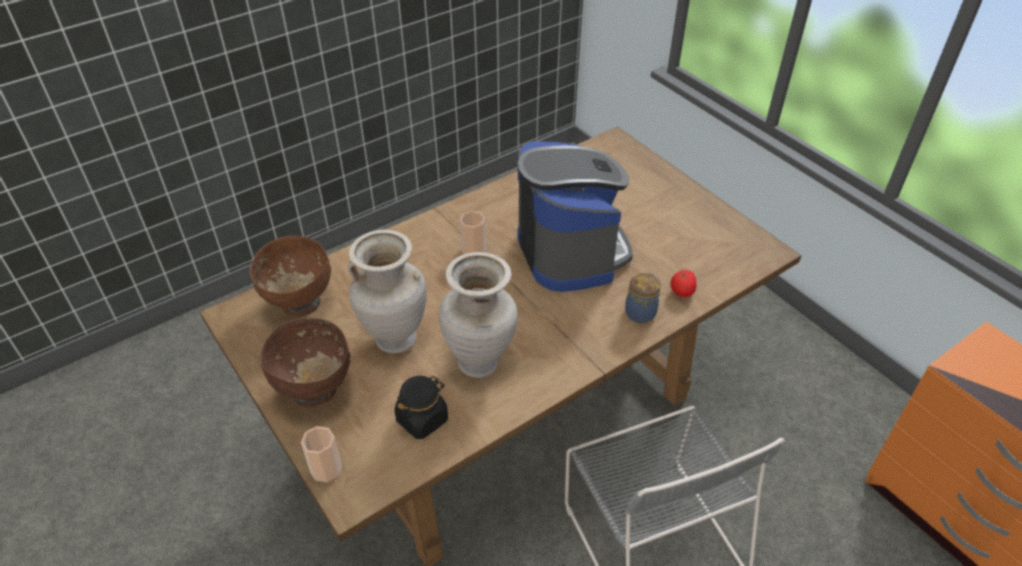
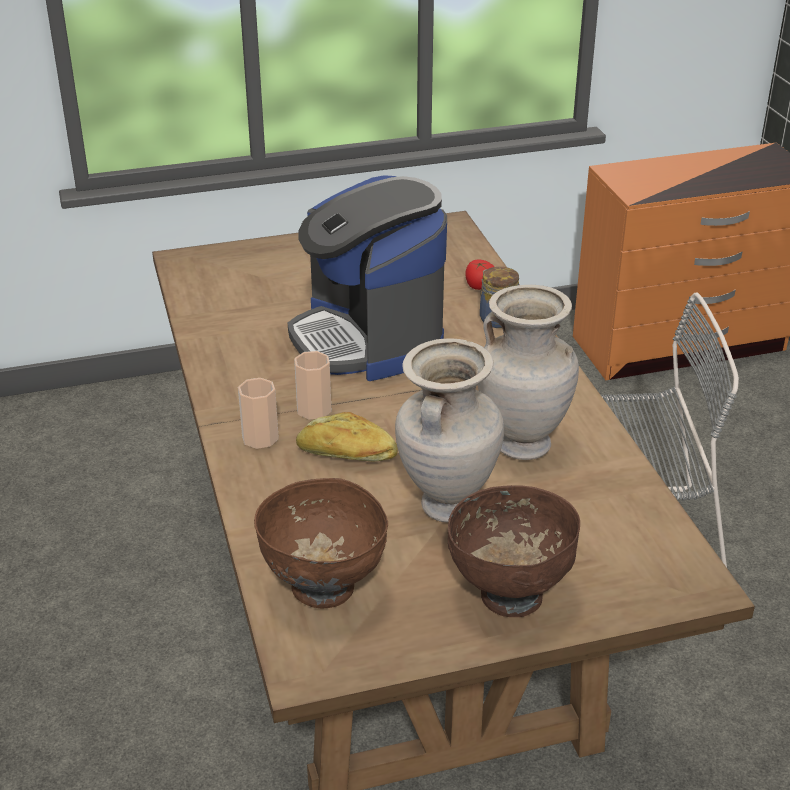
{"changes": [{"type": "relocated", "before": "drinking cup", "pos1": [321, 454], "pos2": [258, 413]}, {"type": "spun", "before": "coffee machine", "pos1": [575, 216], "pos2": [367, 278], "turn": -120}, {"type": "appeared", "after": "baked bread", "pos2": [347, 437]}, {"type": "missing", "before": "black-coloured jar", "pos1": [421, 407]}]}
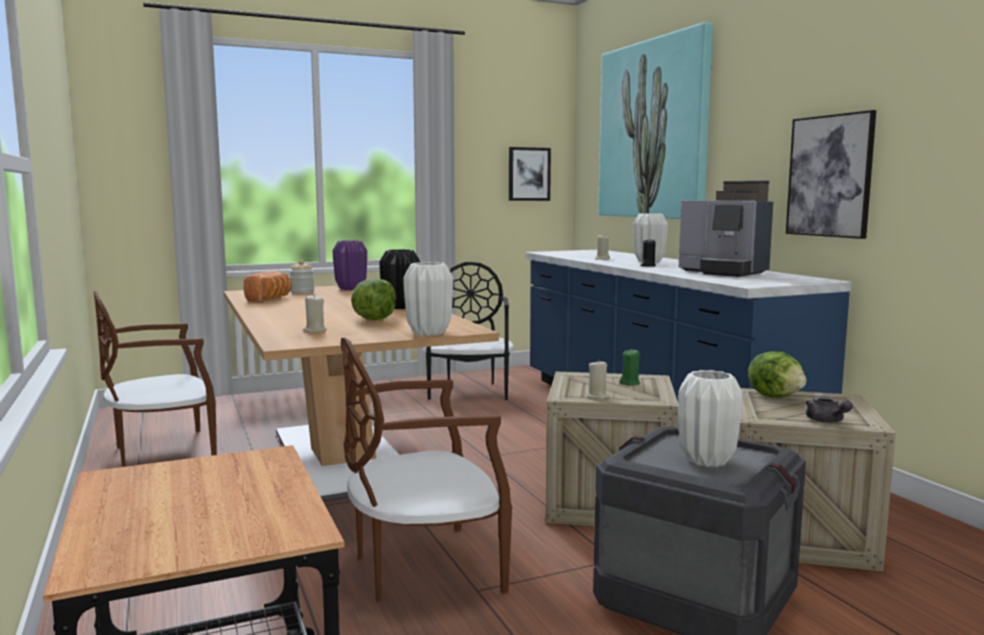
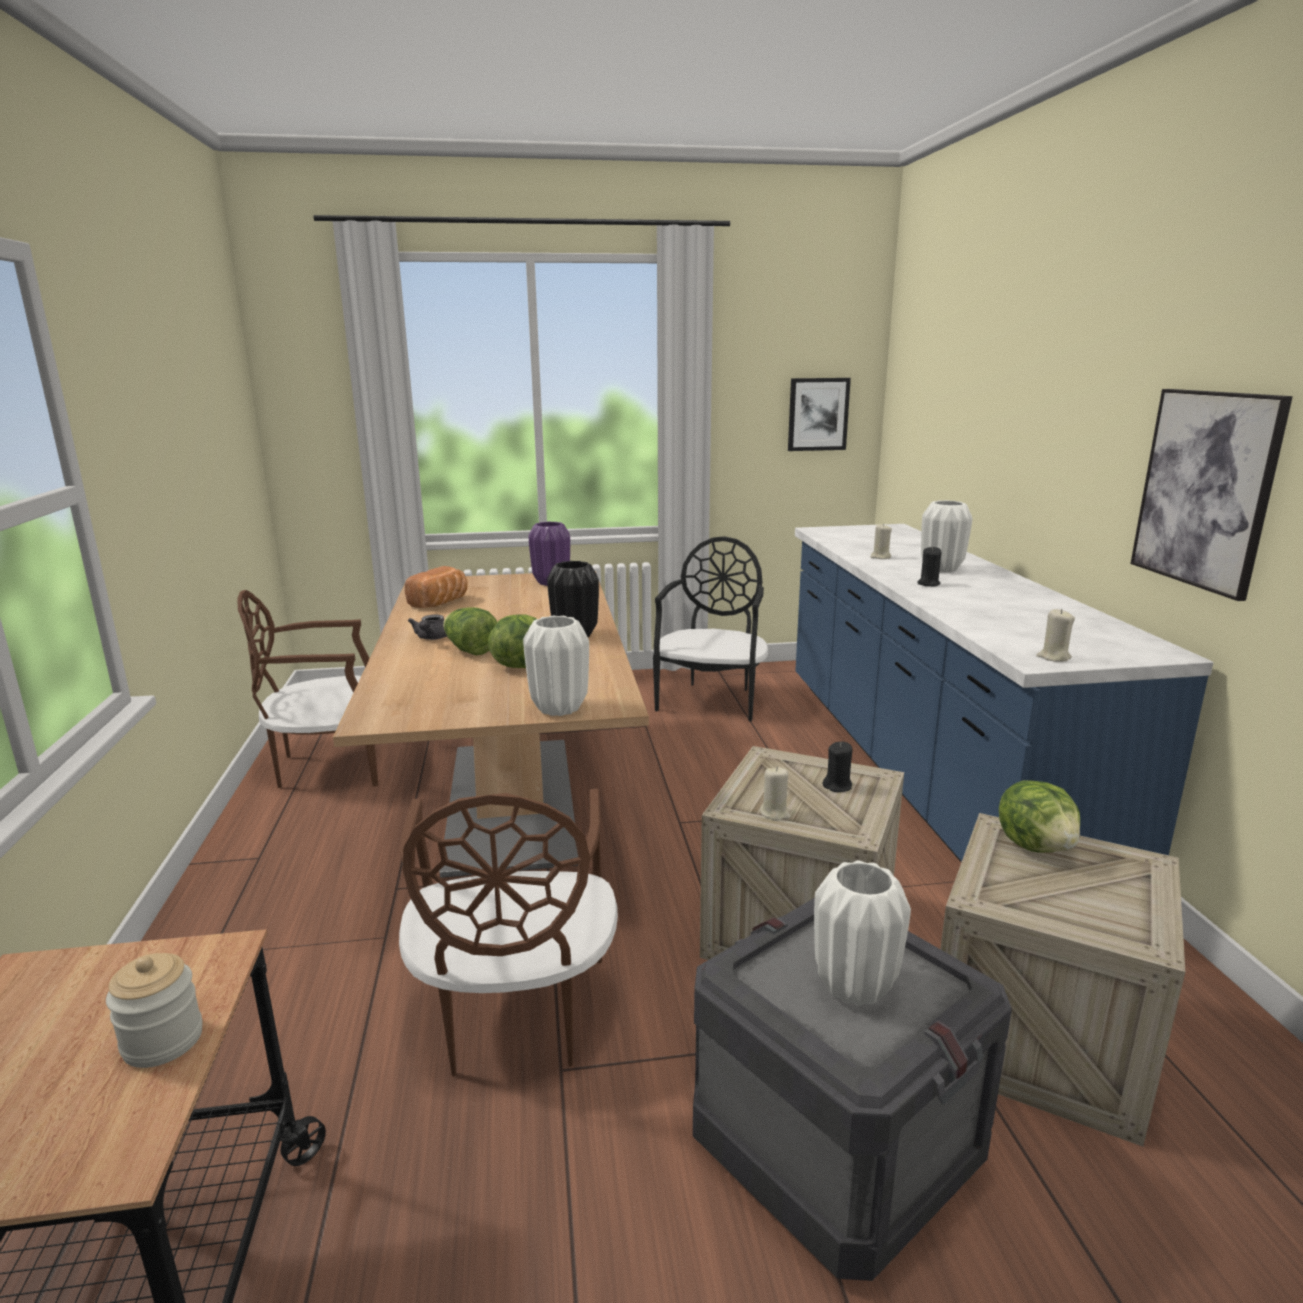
{"changes": [{"type": "relocated", "before": "jar", "pos1": [301, 276], "pos2": [154, 1010]}, {"type": "spun", "before": "brown-coloured upright chair", "pos1": [426, 470], "pos2": [508, 933], "turn": -90}, {"type": "relocated", "before": "grey pot for tea", "pos1": [829, 409], "pos2": [427, 627]}, {"type": "appeared", "after": "lettuce head", "pos2": [470, 631]}, {"type": "colour", "before": "greenish wax candle", "after": "black-coloured wax candle", "pos1": [629, 367], "pos2": [837, 766]}, {"type": "relocated", "before": "sand-coloured wax candle", "pos1": [315, 314], "pos2": [1055, 635]}, {"type": "missing", "before": "picture", "pos1": [655, 120]}, {"type": "missing", "before": "coffee machine", "pos1": [726, 229]}]}
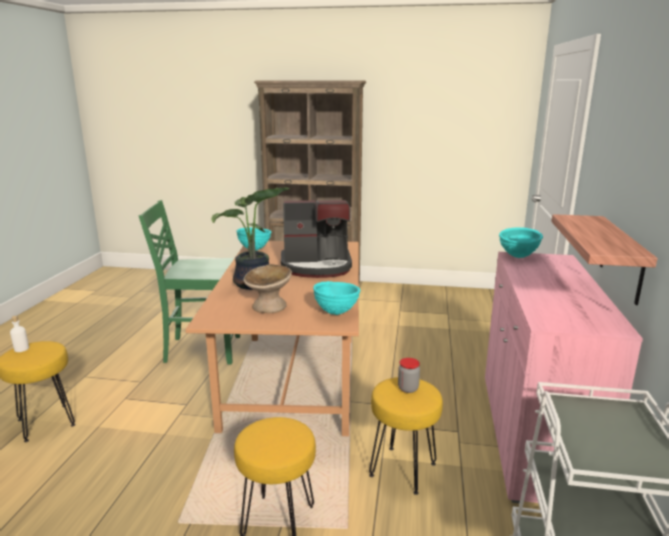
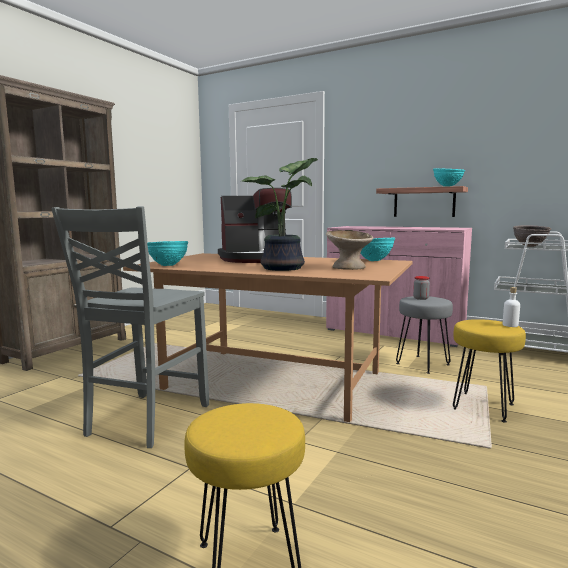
{"changes": [{"type": "colour", "before": "greenish upright chair", "after": "grey upright chair", "pos1": [189, 282], "pos2": [130, 327]}, {"type": "spun", "before": "coffee machine", "pos1": [316, 239], "pos2": [255, 225], "turn": 60}, {"type": "colour", "before": "yellowish stool", "after": "grey stool", "pos1": [406, 436], "pos2": [424, 335]}, {"type": "relocated", "before": "blue-green deep dish", "pos1": [521, 242], "pos2": [449, 177]}, {"type": "relocated", "before": "white beverage bottle", "pos1": [19, 334], "pos2": [511, 307]}, {"type": "appeared", "after": "brown-coloured deep dish", "pos2": [532, 236]}]}
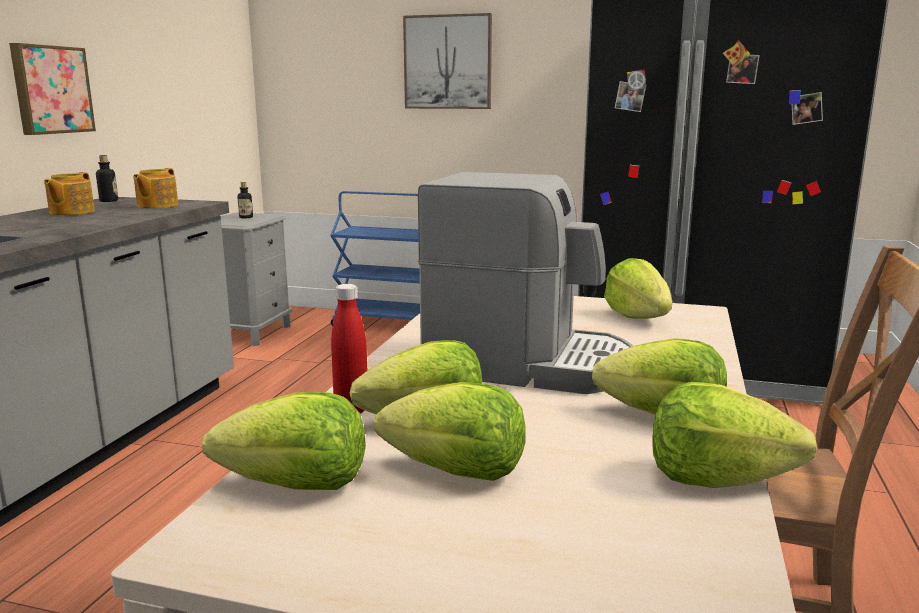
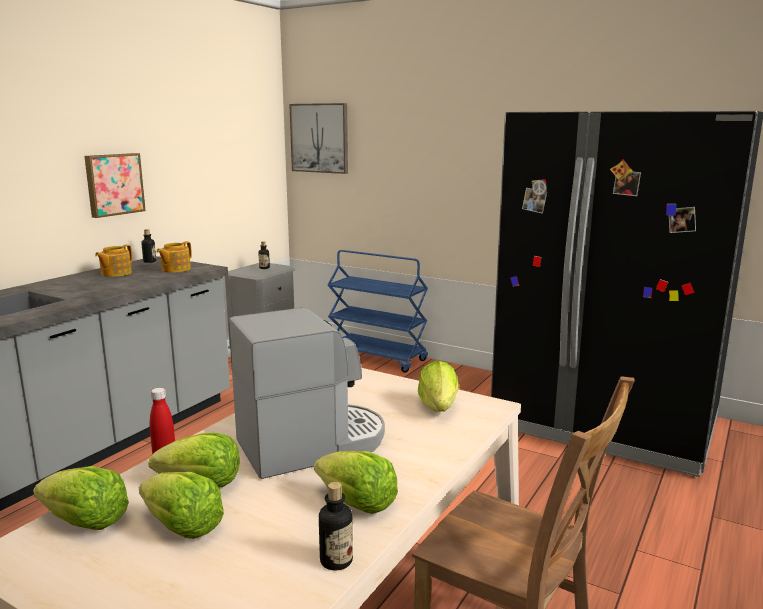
{"changes": [{"type": "spun", "before": "coffee machine", "pos1": [525, 283], "pos2": [307, 393], "turn": -60}, {"type": "relocated", "before": "picture", "pos1": [447, 61], "pos2": [318, 138]}, {"type": "exchanged", "before": "lettuce head", "after": "beverage bottle", "pos1": [734, 435], "pos2": [336, 526]}]}
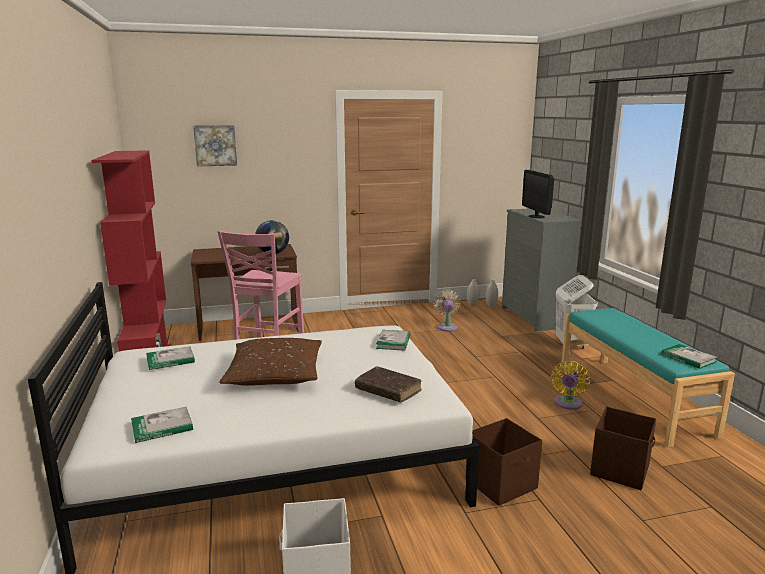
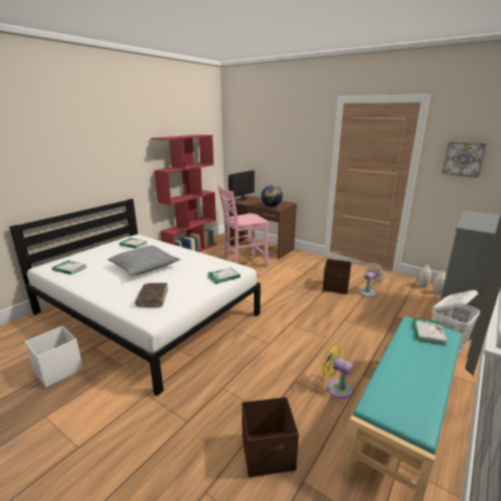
{"changes": [{"type": "colour", "before": "brown-coloured pillow", "after": "grey pillow", "pos1": [271, 362], "pos2": [143, 260]}, {"type": "relocated", "before": "monitor", "pos1": [538, 194], "pos2": [241, 185]}, {"type": "spun", "before": "yellowish cooling fan", "pos1": [570, 385], "pos2": [337, 371], "turn": 60}, {"type": "relocated", "before": "brown-coloured storage container", "pos1": [504, 462], "pos2": [337, 276]}, {"type": "relocated", "before": "book", "pos1": [689, 356], "pos2": [430, 332]}, {"type": "relocated", "before": "picture", "pos1": [215, 145], "pos2": [464, 159]}]}
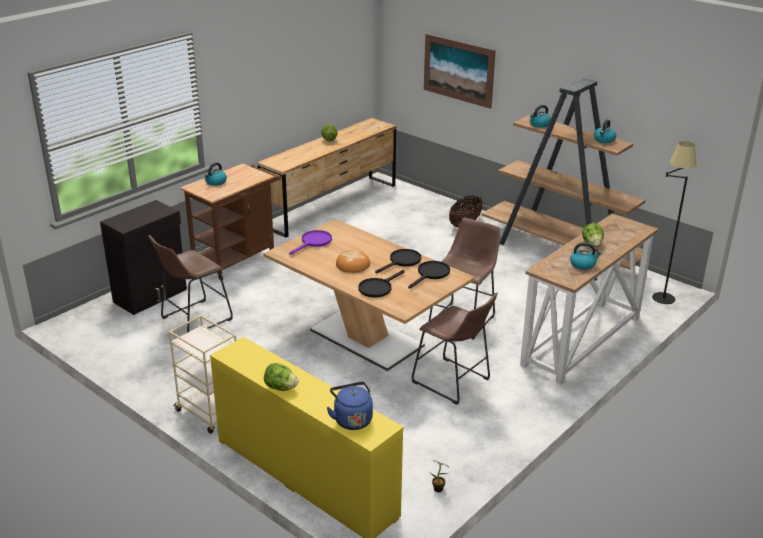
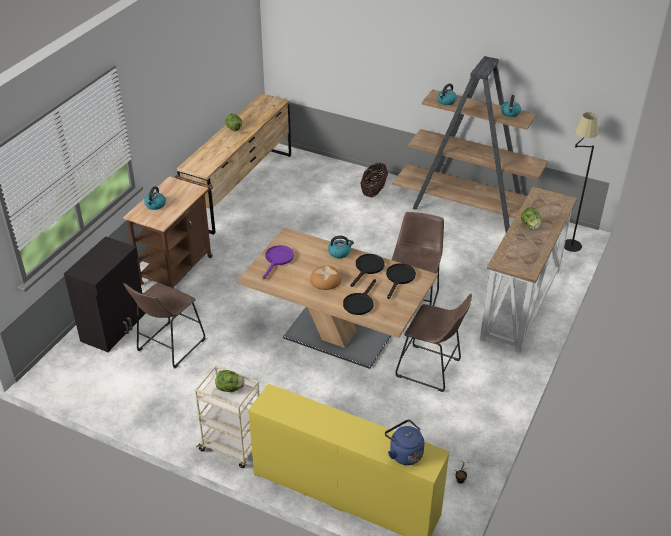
{"changes": [{"type": "relocated", "before": "lettuce head", "pos1": [281, 377], "pos2": [230, 381]}, {"type": "relocated", "before": "kettle", "pos1": [586, 256], "pos2": [341, 247]}, {"type": "missing", "before": "picture", "pos1": [460, 71]}]}
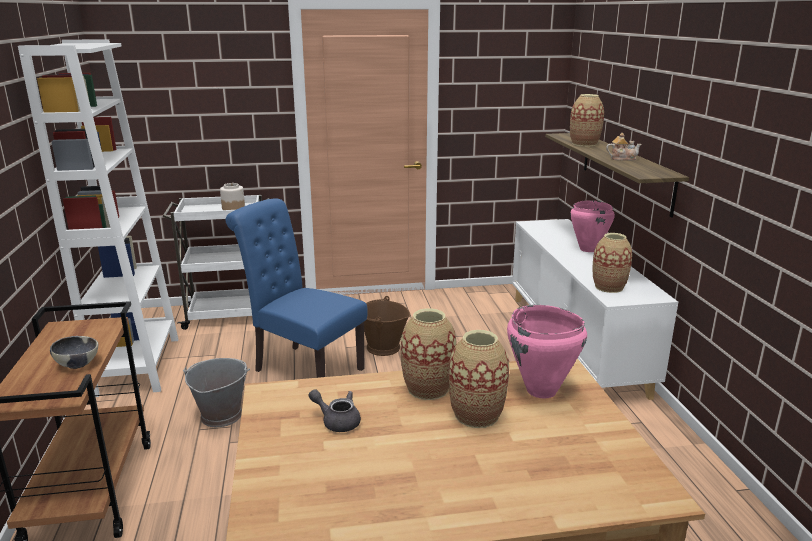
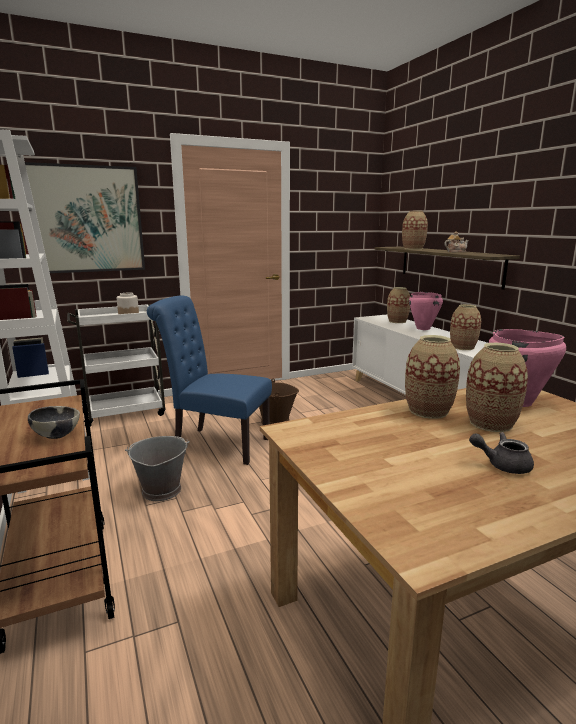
{"changes": [{"type": "appeared", "after": "picture", "pos2": [85, 217]}, {"type": "appeared", "after": "vase", "pos2": [398, 305]}, {"type": "relocated", "before": "grey pot for tea", "pos1": [334, 410], "pos2": [501, 453]}]}
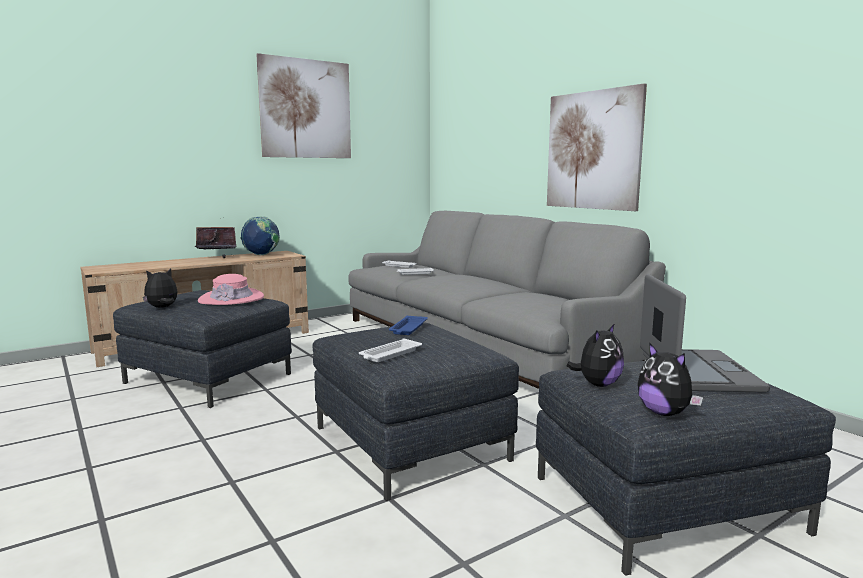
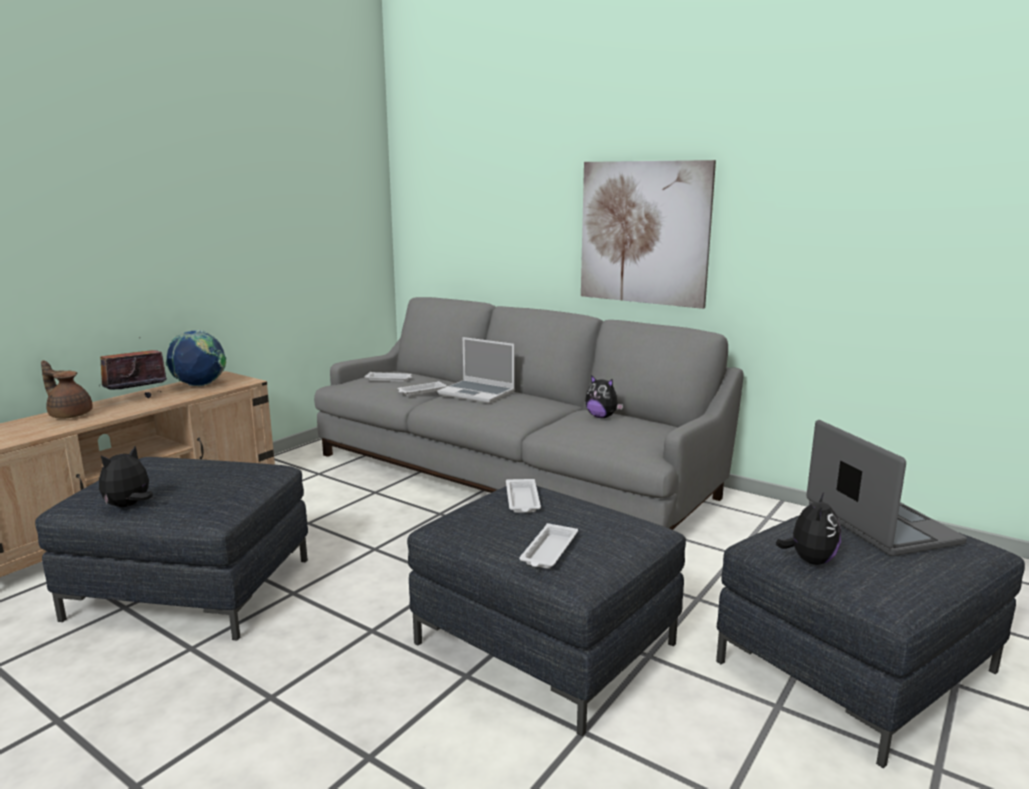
{"changes": [{"type": "appeared", "after": "brown-coloured pot for tea", "pos2": [67, 389]}, {"type": "appeared", "after": "notebook computer", "pos2": [476, 370]}, {"type": "colour", "before": "blue-coloured carrying tray", "after": "white carrying tray", "pos1": [408, 325], "pos2": [523, 496]}, {"type": "relocated", "before": "plush toy", "pos1": [670, 379], "pos2": [604, 396]}, {"type": "missing", "before": "pink-coloured hat", "pos1": [231, 289]}, {"type": "missing", "before": "picture", "pos1": [303, 105]}]}
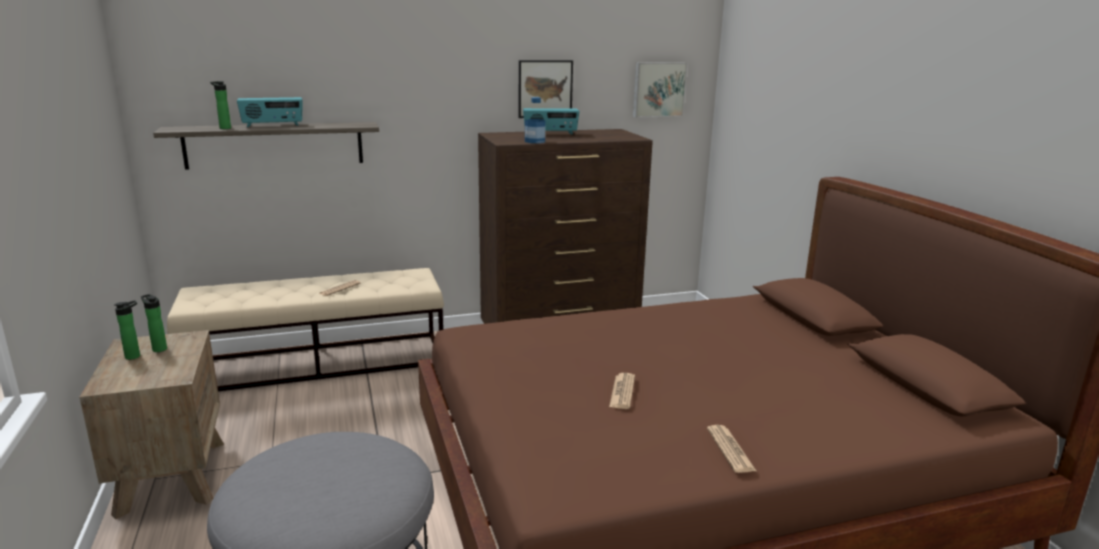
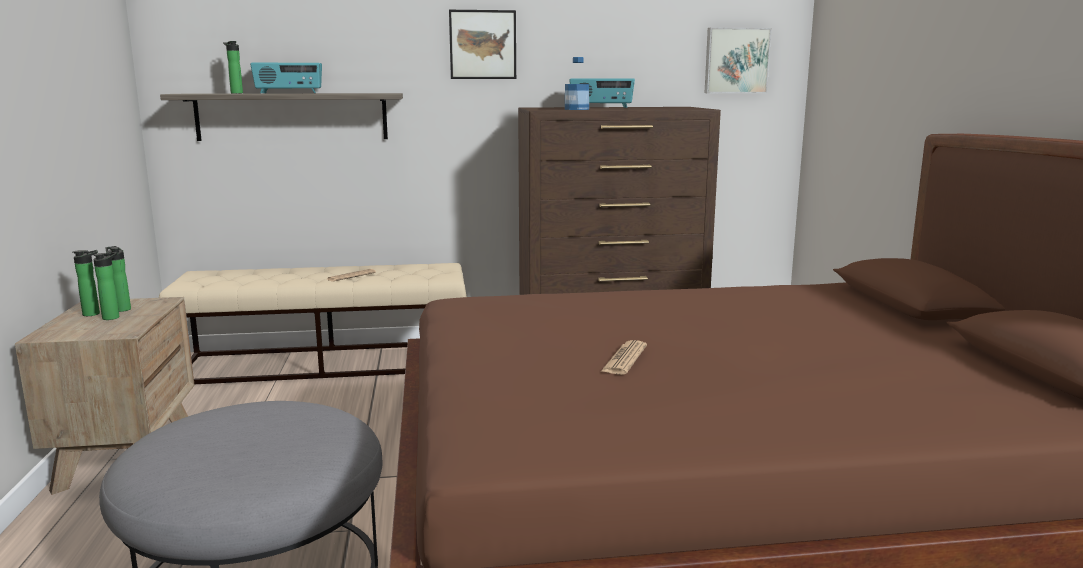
{"changes": [{"type": "appeared", "after": "beverage bottle", "pos2": [106, 286]}, {"type": "relocated", "before": "picture", "pos1": [545, 89], "pos2": [482, 44]}, {"type": "missing", "before": "printed paper", "pos1": [731, 449]}]}
